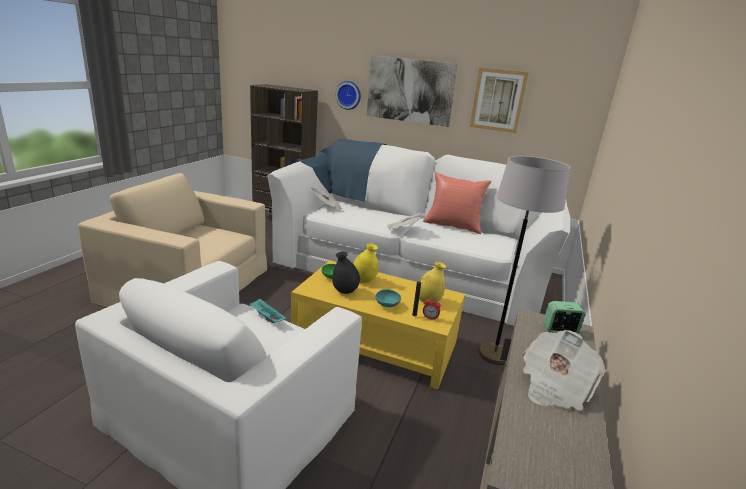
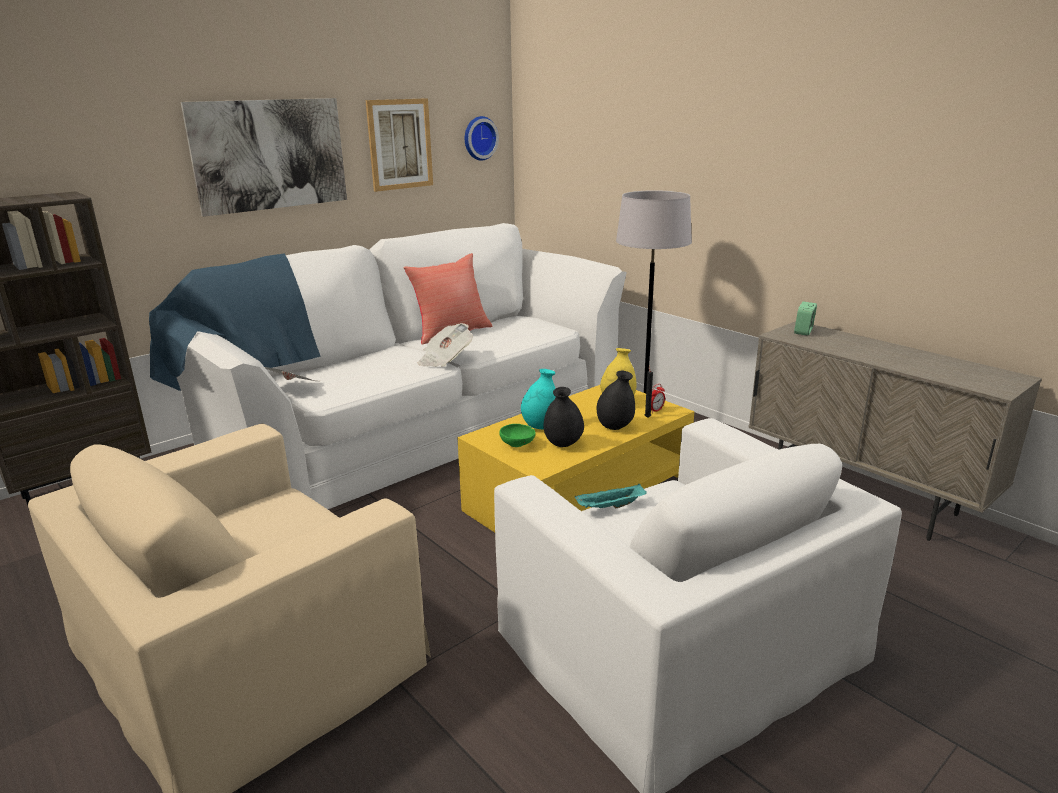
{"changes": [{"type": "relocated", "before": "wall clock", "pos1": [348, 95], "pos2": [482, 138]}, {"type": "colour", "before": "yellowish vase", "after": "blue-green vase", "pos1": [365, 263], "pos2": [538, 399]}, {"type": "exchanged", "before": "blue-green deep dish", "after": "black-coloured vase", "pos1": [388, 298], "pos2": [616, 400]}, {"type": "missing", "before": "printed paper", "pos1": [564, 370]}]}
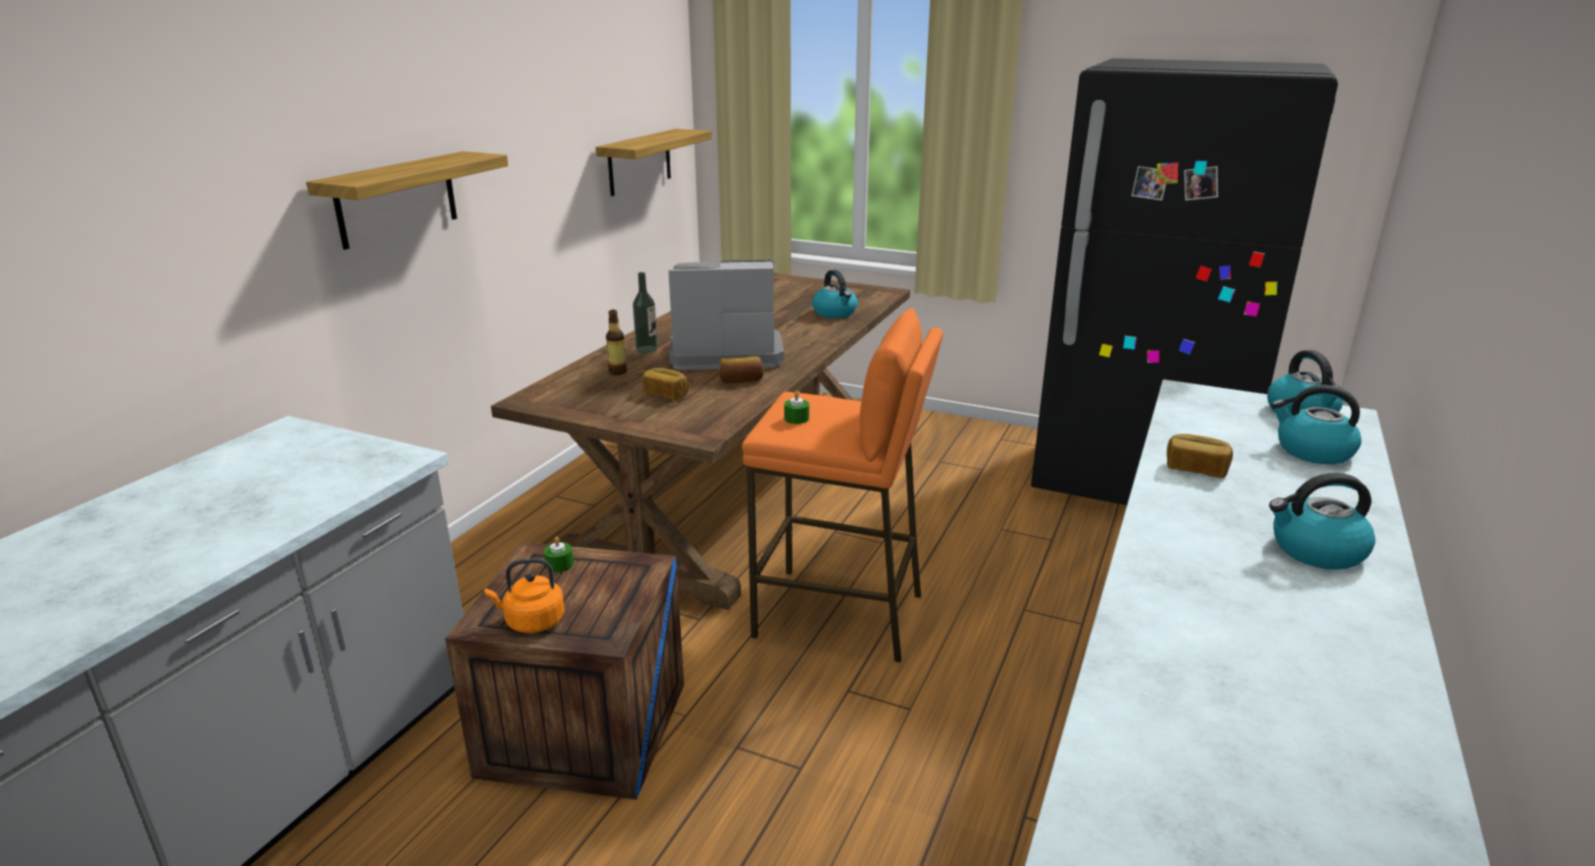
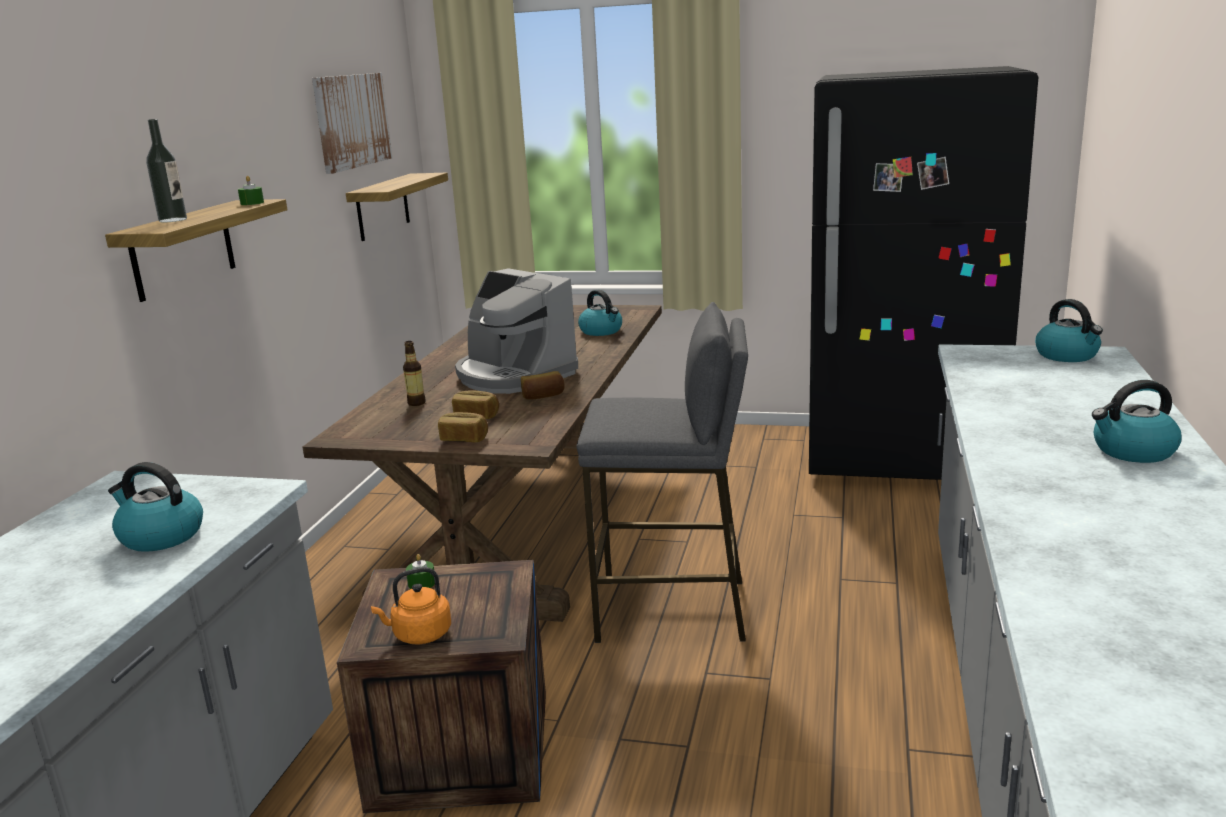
{"changes": [{"type": "relocated", "before": "kettle", "pos1": [1316, 424], "pos2": [155, 507]}, {"type": "relocated", "before": "beverage bottle", "pos1": [645, 312], "pos2": [166, 170]}, {"type": "relocated", "before": "greenish wax candle", "pos1": [796, 407], "pos2": [251, 190]}, {"type": "appeared", "after": "picture", "pos2": [352, 123]}, {"type": "relocated", "before": "baked bread", "pos1": [1200, 456], "pos2": [463, 427]}, {"type": "spun", "before": "coffee machine", "pos1": [726, 315], "pos2": [516, 331], "turn": -120}, {"type": "colour", "before": "orangey stool", "after": "grey stool", "pos1": [842, 485], "pos2": [662, 472]}]}
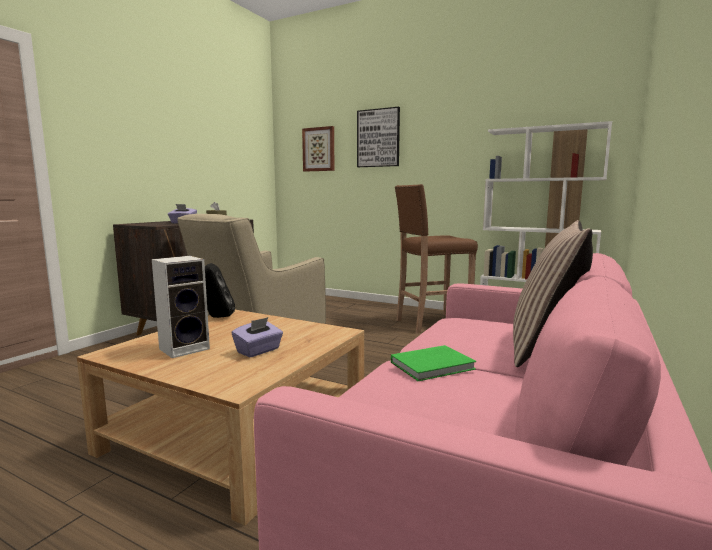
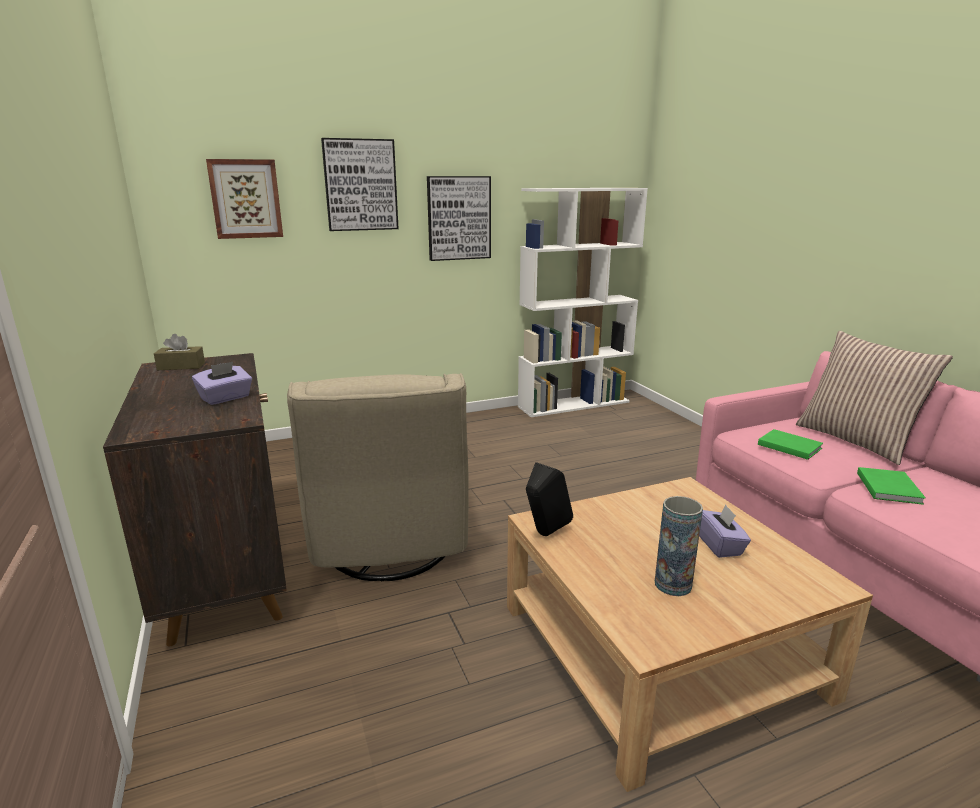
{"changes": [{"type": "appeared", "after": "picture", "pos2": [459, 218]}, {"type": "exchanged", "before": "audio speaker", "after": "vase", "pos1": [181, 307], "pos2": [679, 546]}, {"type": "appeared", "after": "greenish book", "pos2": [790, 444]}, {"type": "missing", "before": "brown-coloured stool", "pos1": [436, 258]}]}
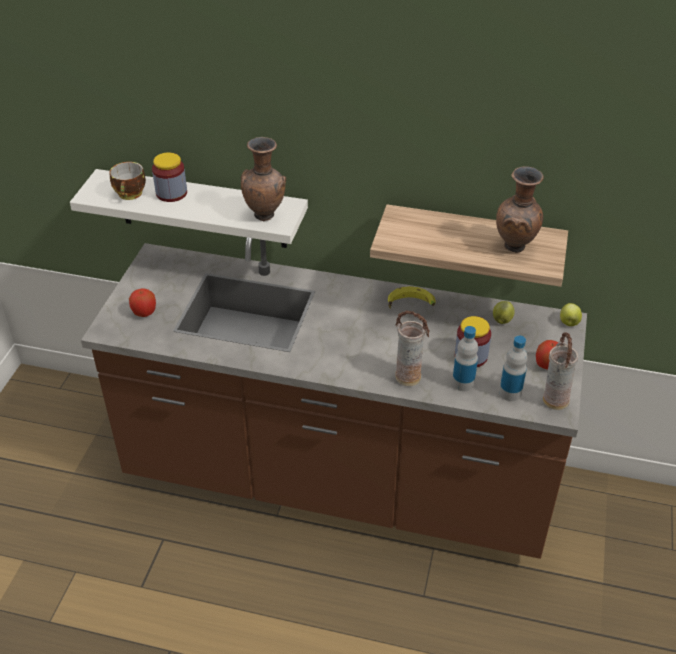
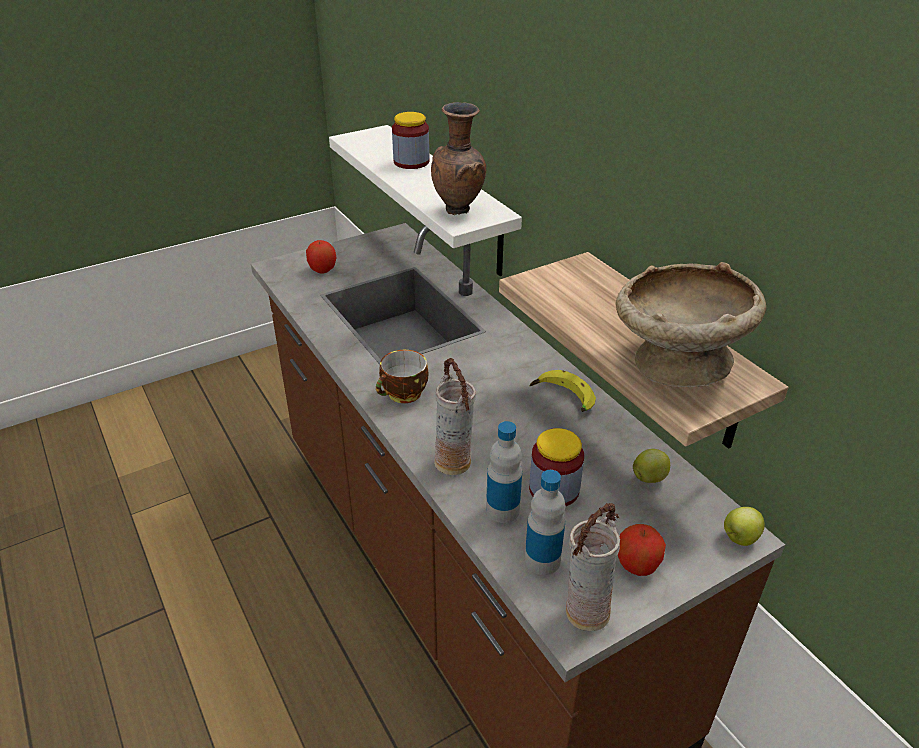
{"changes": [{"type": "relocated", "before": "drinking cup", "pos1": [127, 181], "pos2": [402, 376]}, {"type": "exchanged", "before": "brown-coloured vase", "after": "sand-coloured deep dish", "pos1": [520, 210], "pos2": [691, 324]}]}
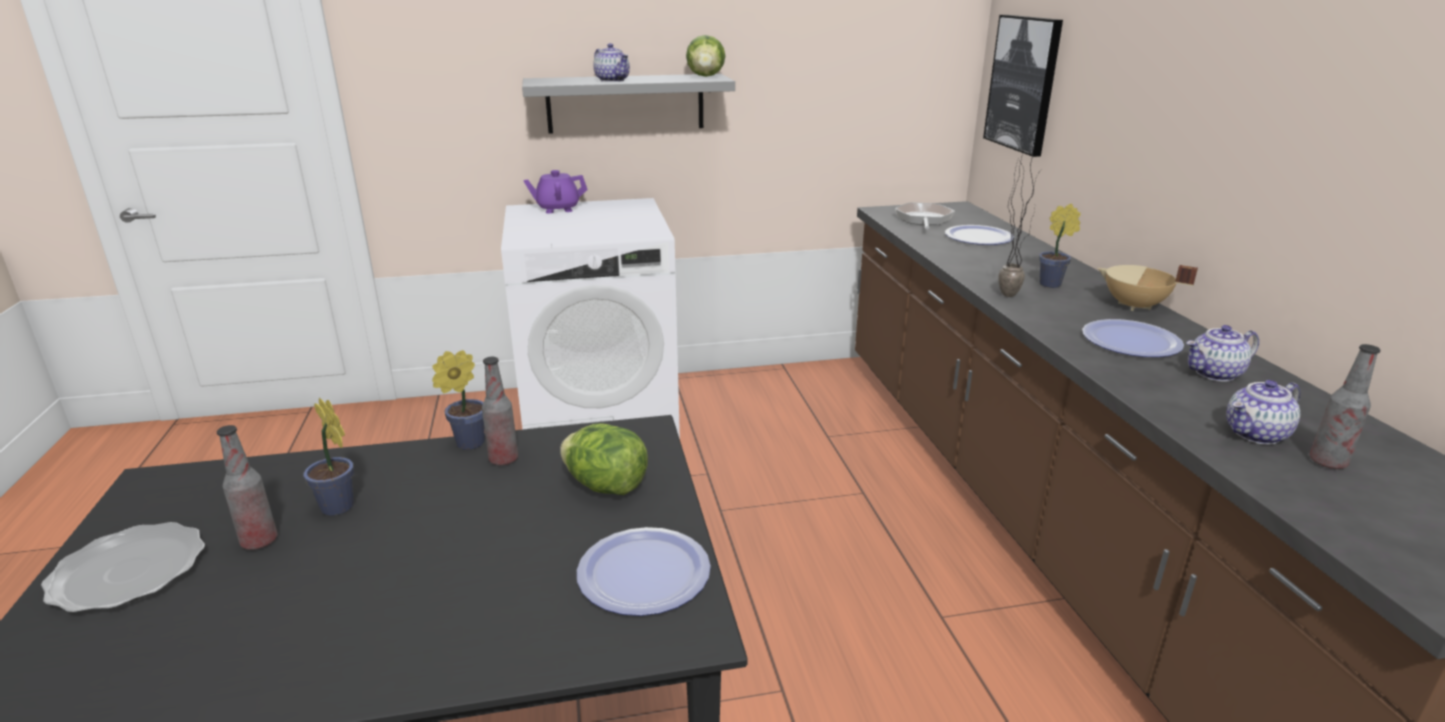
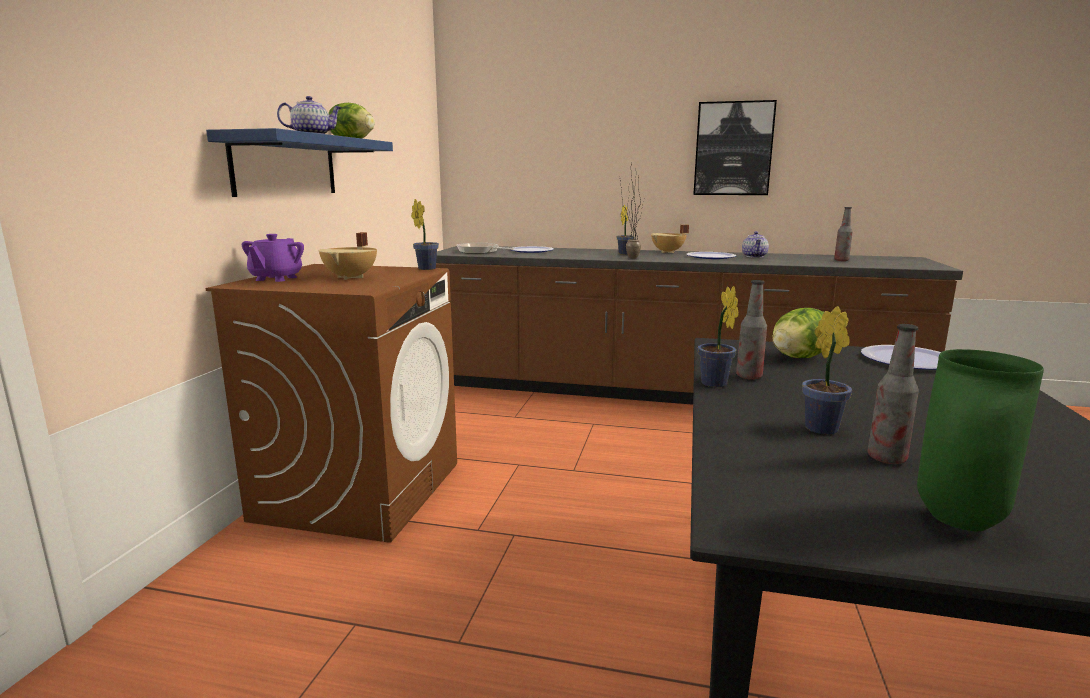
{"changes": [{"type": "colour", "before": "white washing machine", "after": "brown-coloured washing machine", "pos1": [590, 318], "pos2": [331, 403]}, {"type": "colour", "before": "grey wall shelf", "after": "blue-coloured wall shelf", "pos1": [628, 104], "pos2": [299, 162]}, {"type": "appeared", "after": "sand-coloured saucepot", "pos2": [347, 256]}, {"type": "appeared", "after": "potted plant", "pos2": [425, 234]}, {"type": "relocated", "before": "picture", "pos1": [1023, 86], "pos2": [735, 147]}, {"type": "exchanged", "before": "plate", "after": "greenish vase", "pos1": [123, 567], "pos2": [980, 440]}, {"type": "missing", "before": "pot for tea", "pos1": [1263, 412]}]}
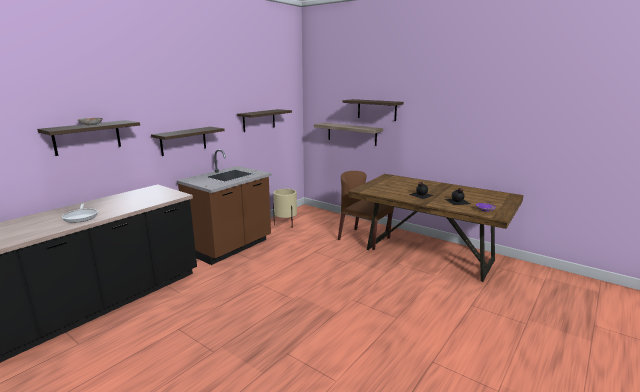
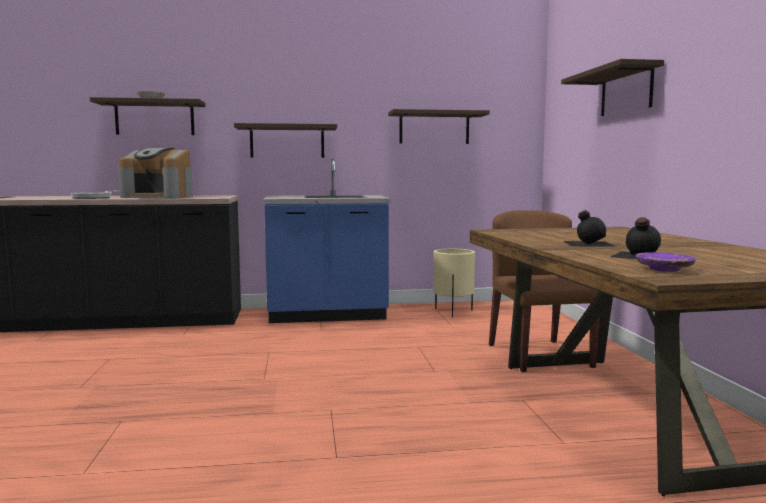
{"changes": [{"type": "appeared", "after": "coffee machine", "pos2": [155, 173]}, {"type": "colour", "before": "brown-coloured kitchen counter", "after": "blue-coloured kitchen counter", "pos1": [224, 207], "pos2": [327, 240]}, {"type": "missing", "before": "wall shelf", "pos1": [348, 134]}]}
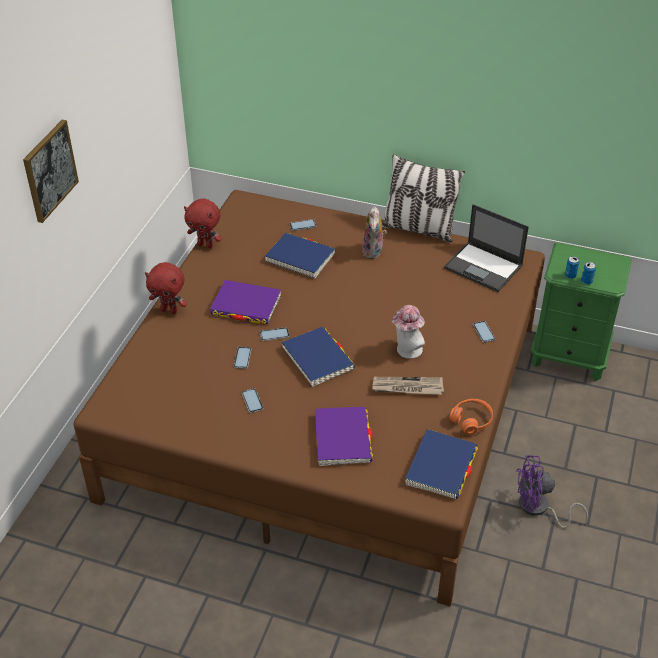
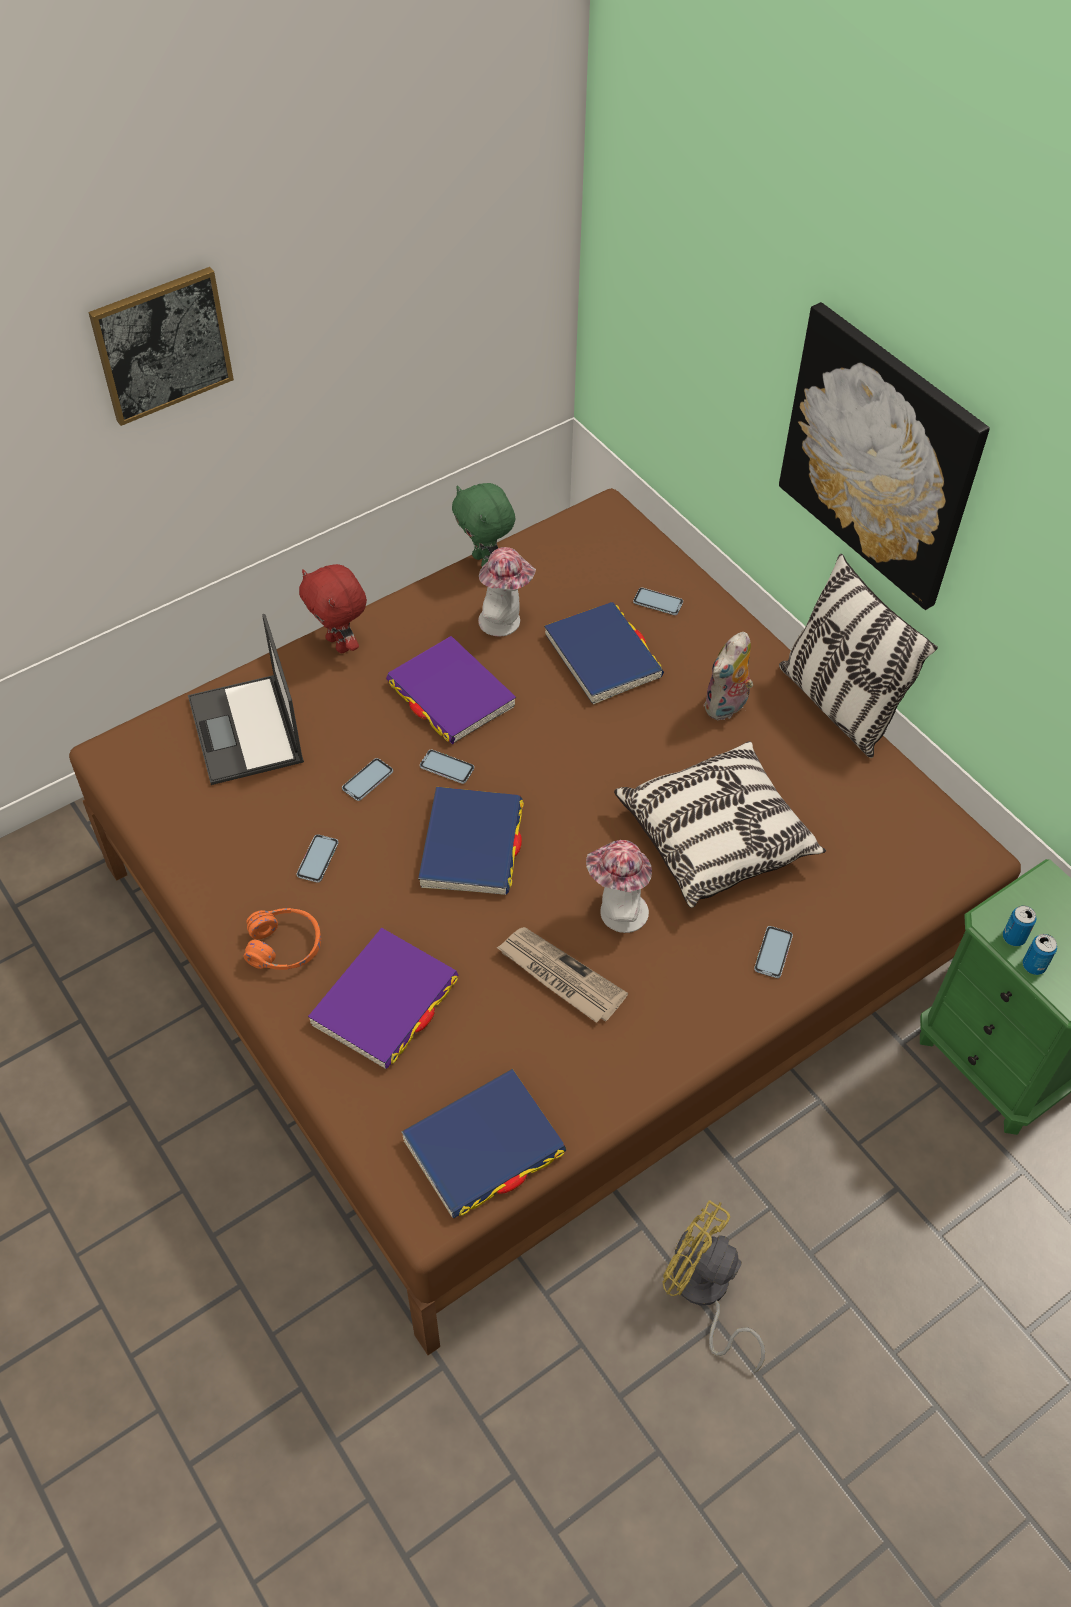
{"changes": [{"type": "relocated", "before": "notebook computer", "pos1": [486, 248], "pos2": [246, 699]}, {"type": "relocated", "before": "orangey headset", "pos1": [471, 417], "pos2": [282, 939]}, {"type": "colour", "before": "red plush toy", "after": "greenish plush toy", "pos1": [203, 223], "pos2": [483, 524]}, {"type": "appeared", "after": "hat", "pos2": [507, 592]}, {"type": "appeared", "after": "pillow", "pos2": [720, 824]}, {"type": "colour", "before": "purple-coloured cooling fan", "after": "yellowish cooling fan", "pos1": [552, 492], "pos2": [713, 1286]}, {"type": "appeared", "after": "picture", "pos2": [884, 456]}]}
